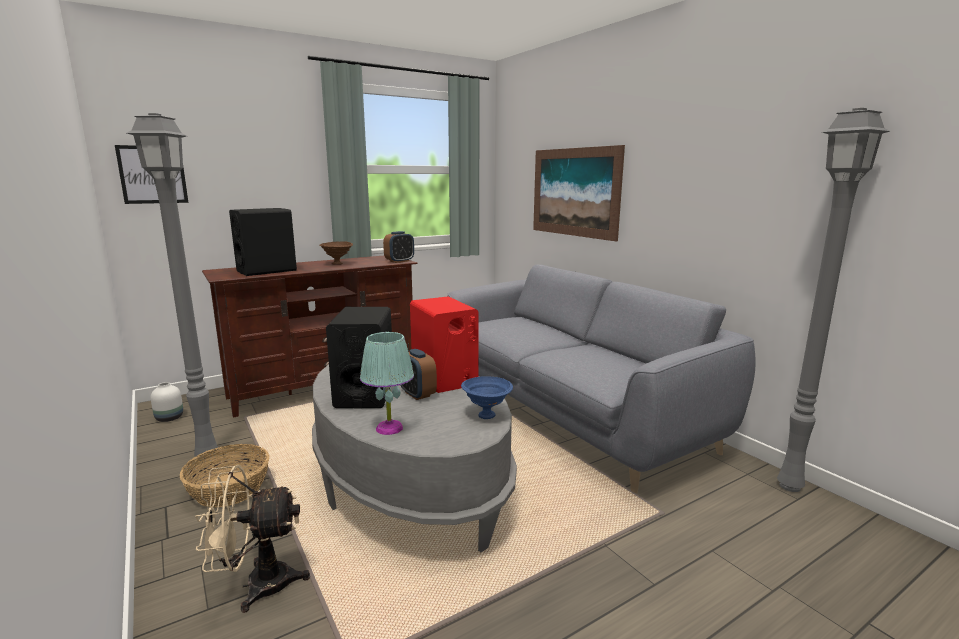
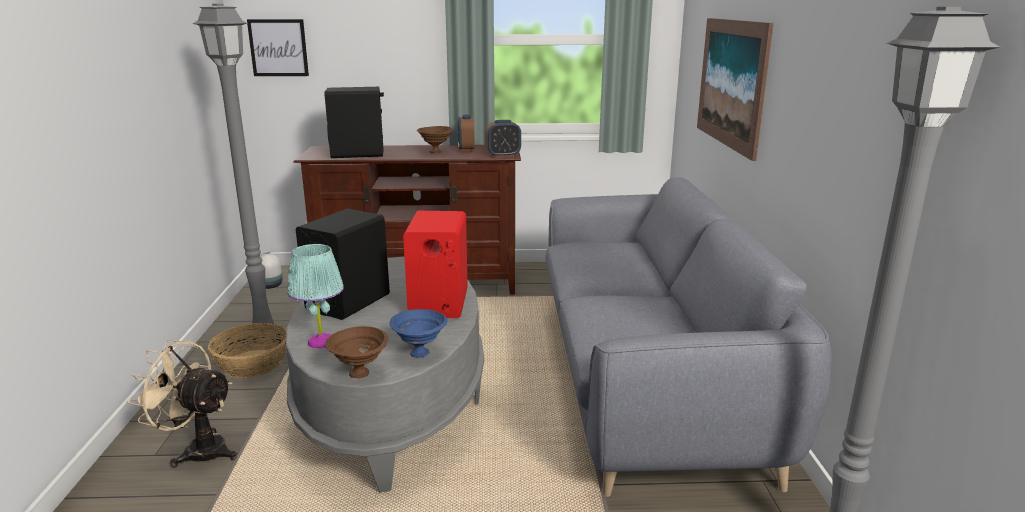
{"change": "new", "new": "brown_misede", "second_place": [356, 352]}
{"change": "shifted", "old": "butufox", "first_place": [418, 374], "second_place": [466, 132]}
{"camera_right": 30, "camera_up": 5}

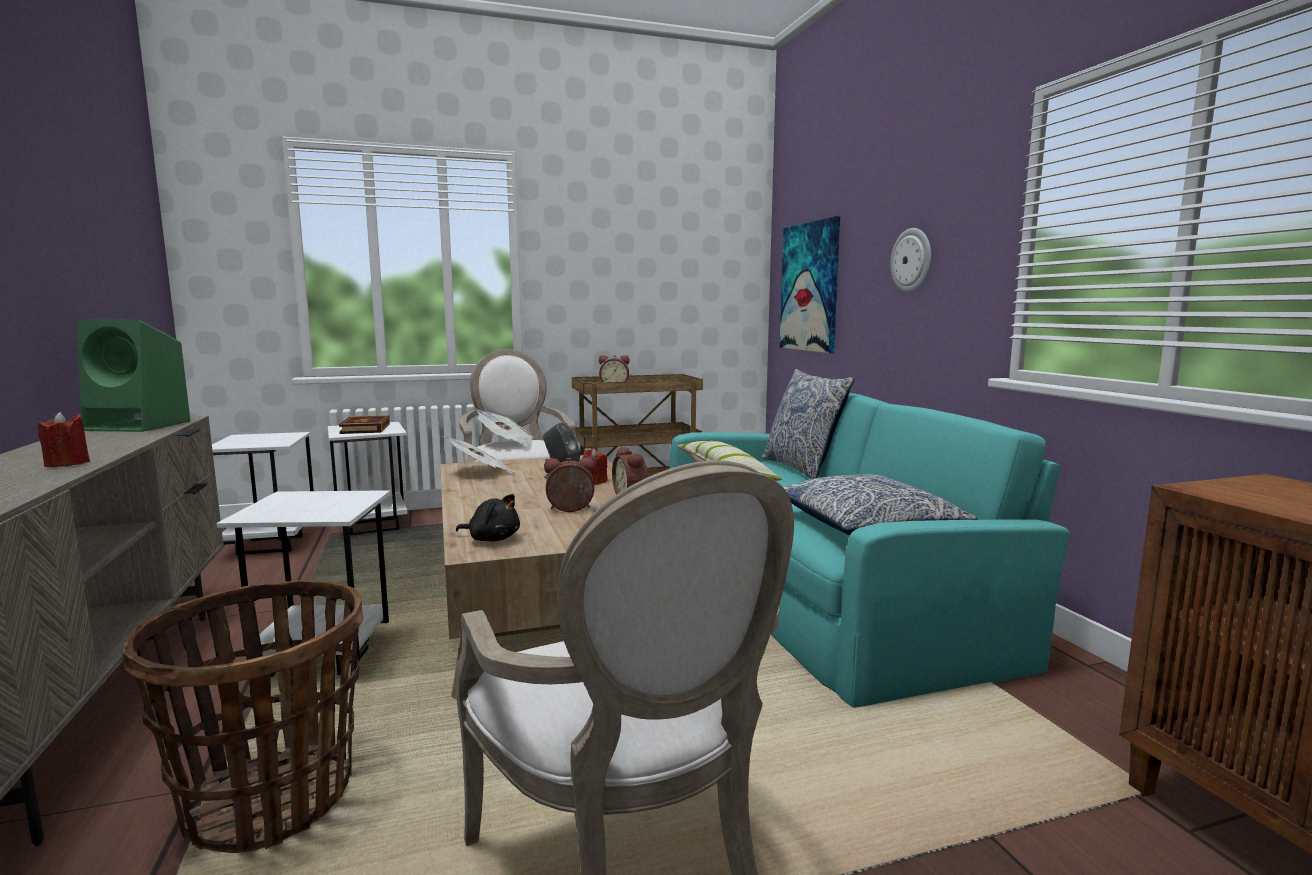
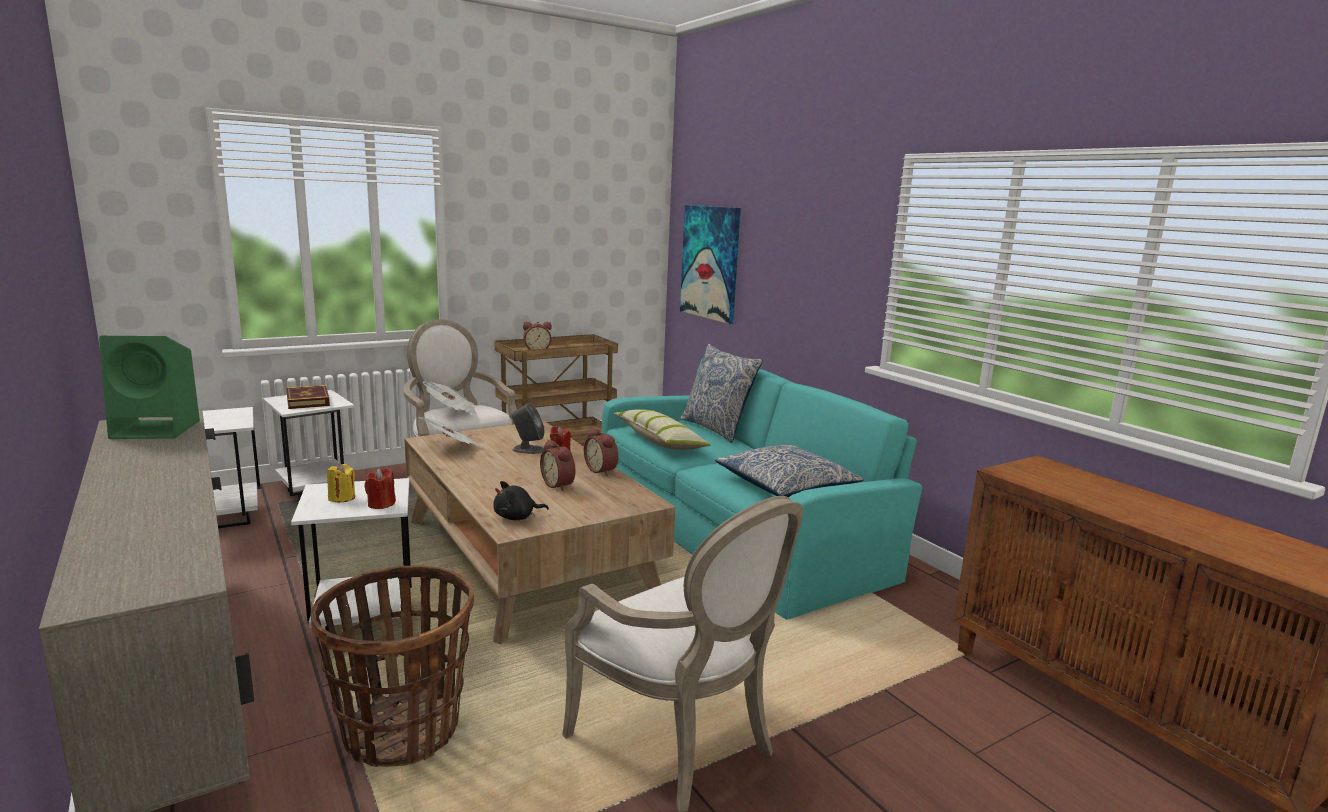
{"change": "new", "new": "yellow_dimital", "second_place": [341, 482]}
{"change": "shifted", "old": "red_dimital", "first_place": [64, 439], "second_place": [380, 488]}
{"change": "rotated", "old": "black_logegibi", "first_place": [488, 518], "second_place": [521, 500], "degrees": 150}
{"change": "rotated", "old": "butufox", "first_place": [569, 484], "second_place": [558, 465], "degrees": -105}
{"change": "gone", "old": "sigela", "first_place": [911, 260]}
{"camera_right": -15, "camera_up": 5}

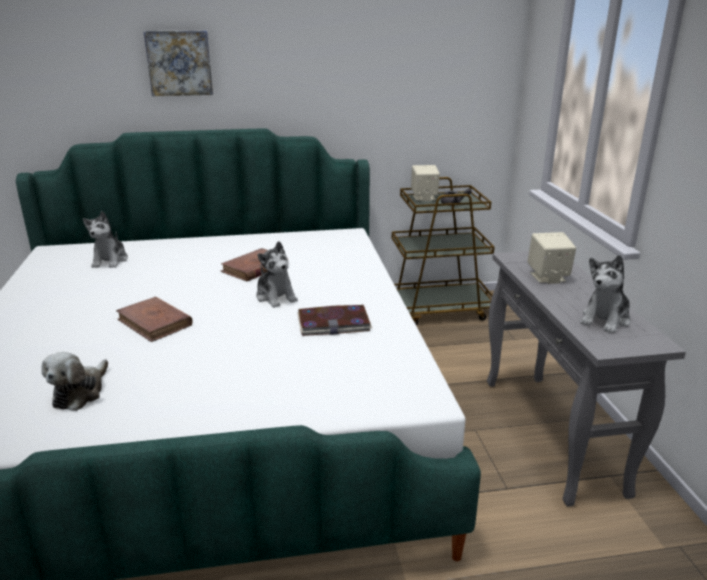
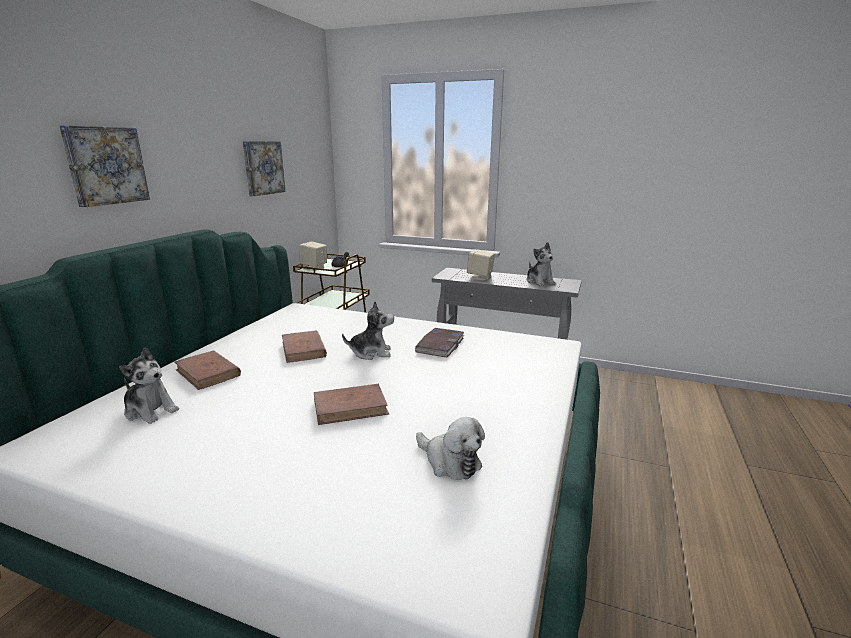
{"change": "new", "new": "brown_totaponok", "second_place": [208, 370]}
{"change": "new", "new": "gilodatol", "second_place": [264, 168]}
{"camera_right": -60, "camera_up": -5}

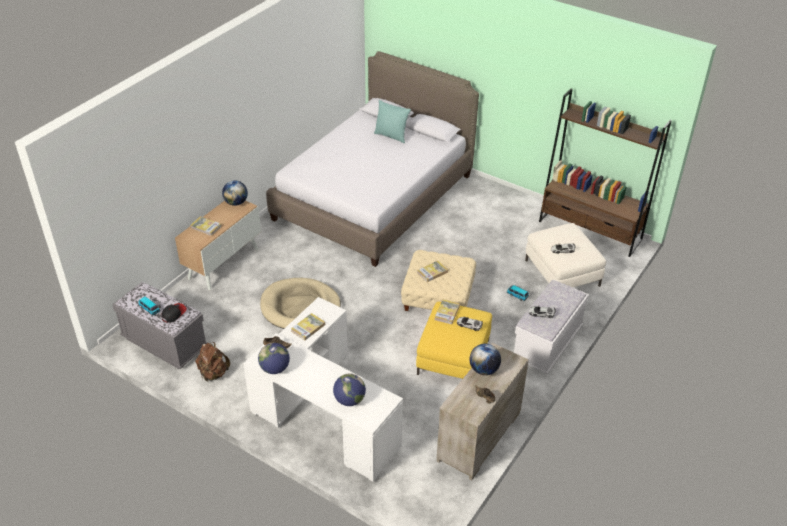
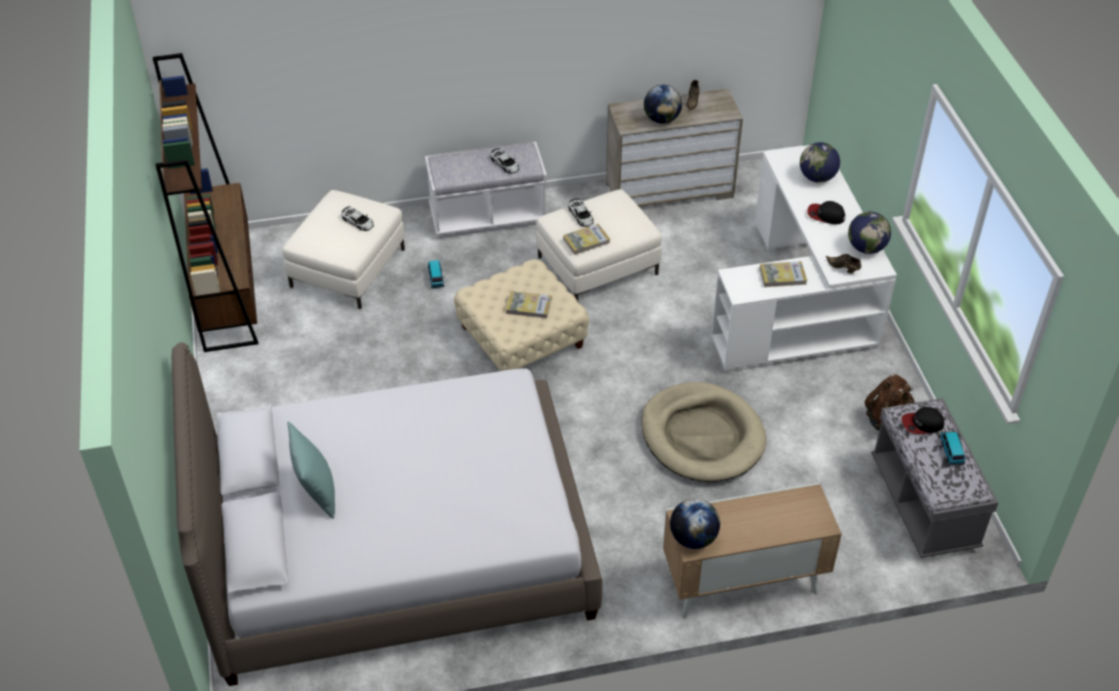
{"change": "repainted", "old": "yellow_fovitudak", "new": "white_fovitudak", "first_place": [454, 340], "second_place": [599, 245]}
{"change": "new", "new": "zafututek", "second_place": [826, 212]}
{"change": "gone", "old": "totaponok", "first_place": [206, 226]}
{"camera_right": -135, "camera_up": 5}

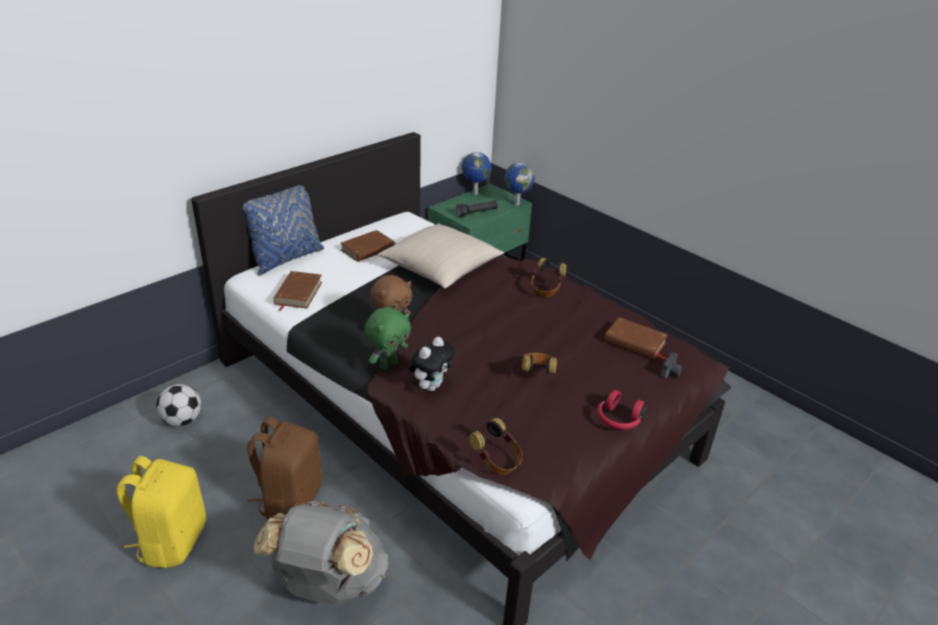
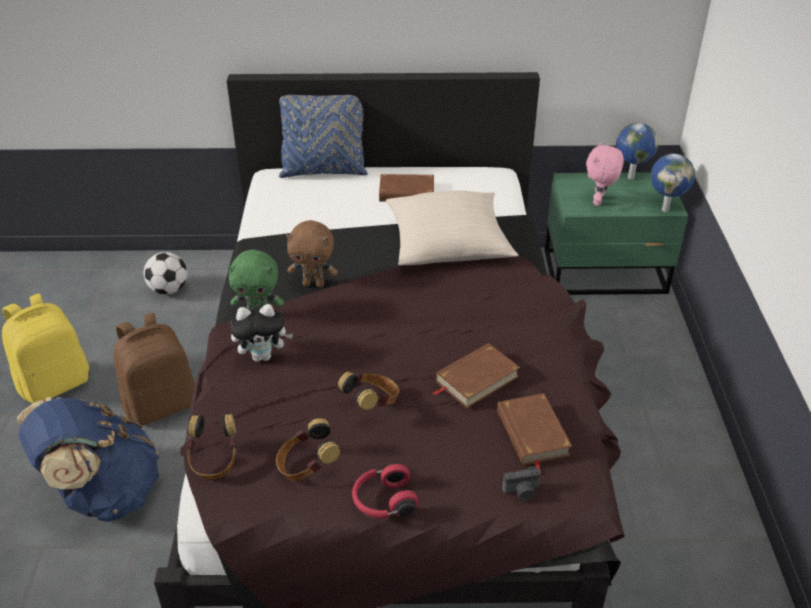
{"change": "repainted", "old": "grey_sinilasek", "new": "blue_sinilasek", "first_place": [321, 553], "second_place": [88, 459]}
{"change": "shifted", "old": "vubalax", "first_place": [548, 277], "second_place": [308, 449]}
{"change": "shifted", "old": "brown_totaponok", "first_place": [298, 291], "second_place": [476, 375]}
{"change": "swapped", "old": "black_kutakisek", "new": "pink_logegibi", "first_place": [477, 209], "second_place": [605, 174]}
{"camera_right": 45, "camera_up": 5}

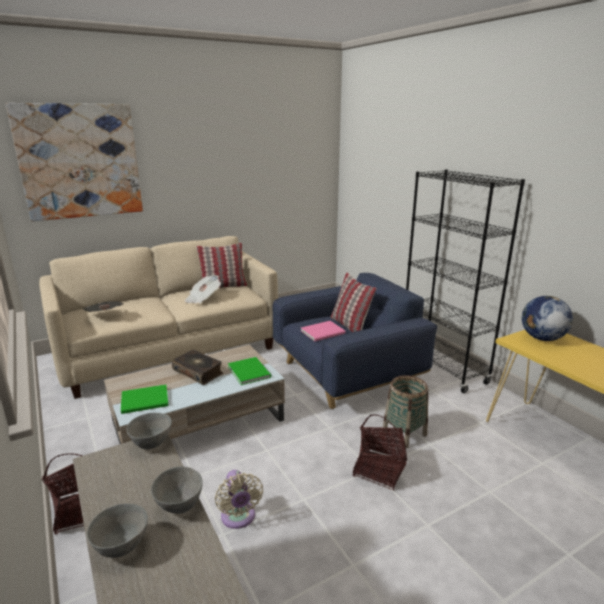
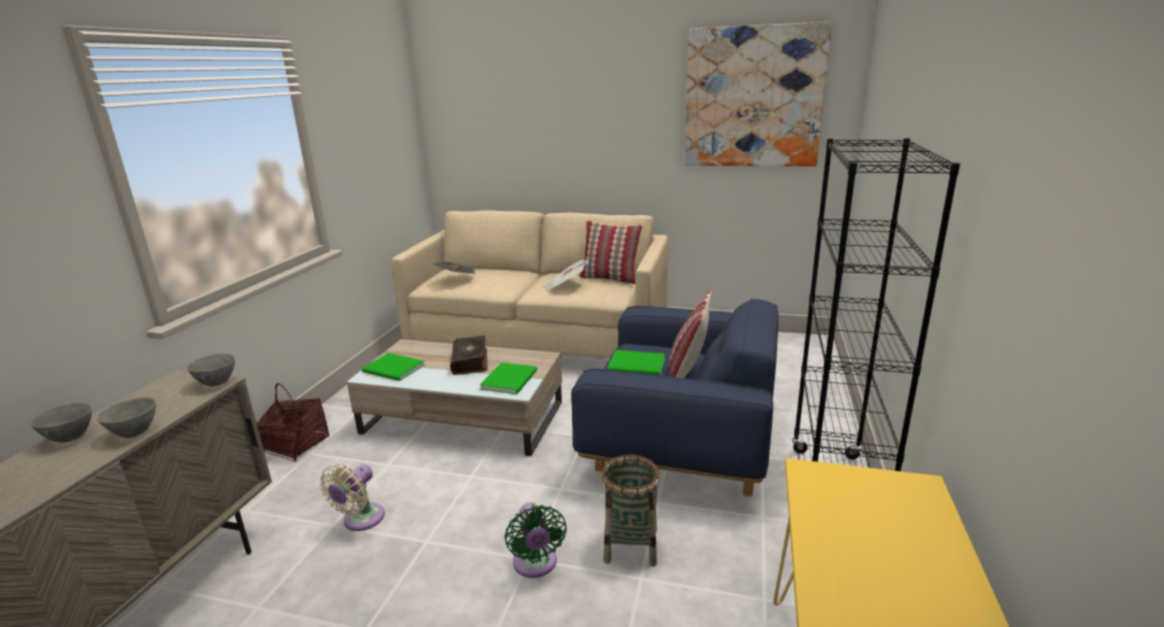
{"change": "swapped", "old": "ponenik", "new": "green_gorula", "first_place": [380, 452], "second_place": [535, 540]}
{"change": "repainted", "old": "pink_totaponok", "new": "green_totaponok", "first_place": [323, 331], "second_place": [636, 362]}
{"change": "shifted", "old": "gilodatol", "first_place": [74, 162], "second_place": [758, 94]}
{"change": "gone", "old": "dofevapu", "first_place": [547, 318]}
{"camera_right": 45, "camera_up": 0}

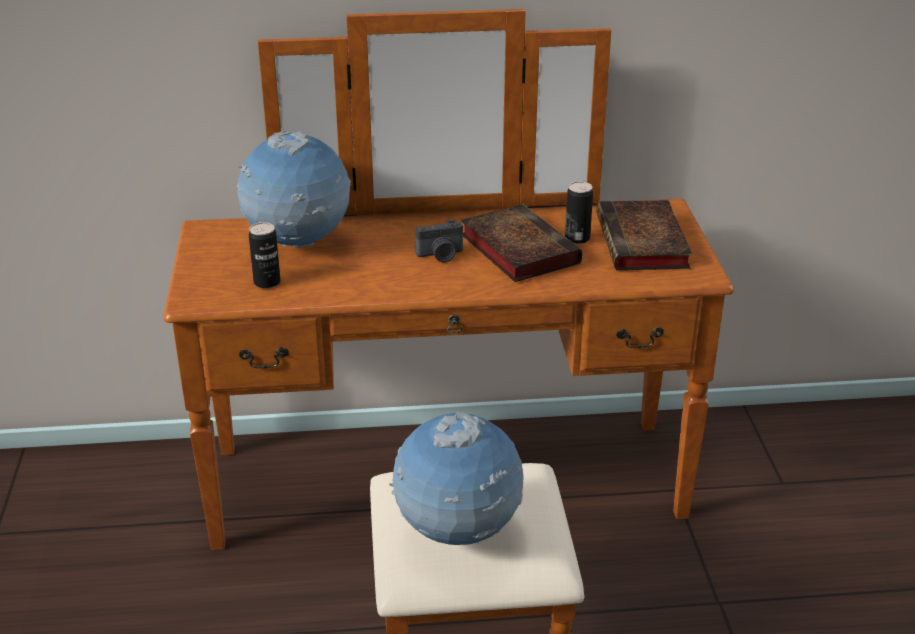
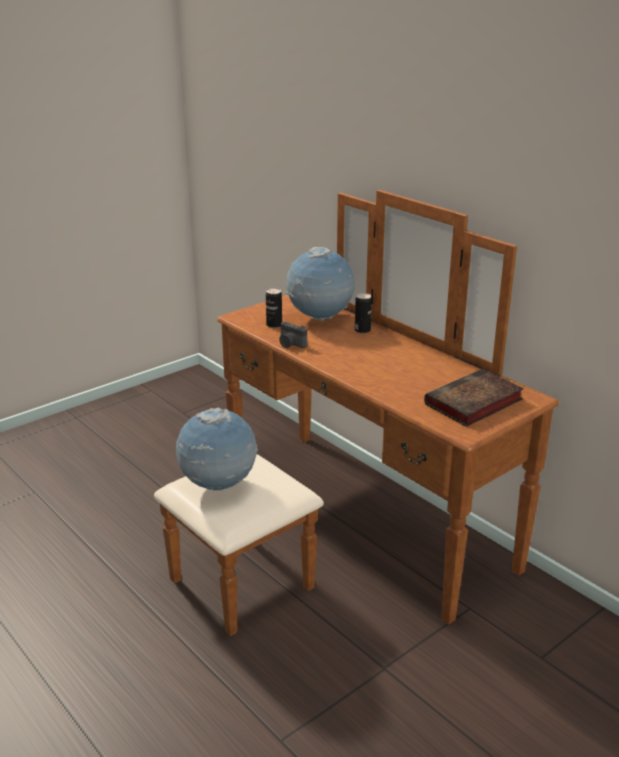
{"change": "shifted", "old": "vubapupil", "first_place": [439, 241], "second_place": [293, 335]}
{"change": "shifted", "old": "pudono", "first_place": [579, 212], "second_place": [363, 313]}
{"change": "gone", "old": "totaponok", "first_place": [521, 243]}
{"camera_right": 55, "camera_up": -5}

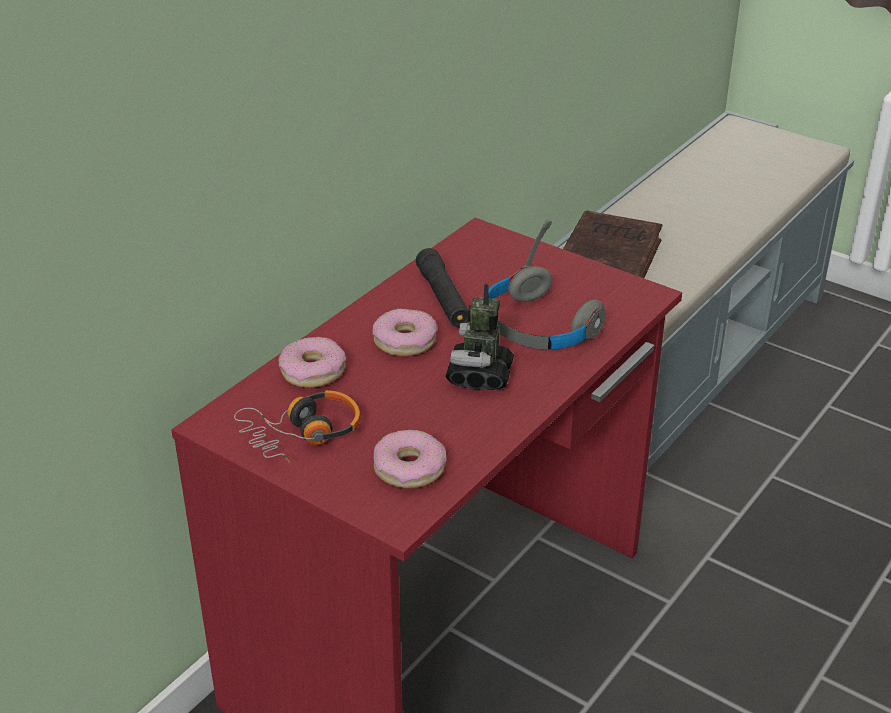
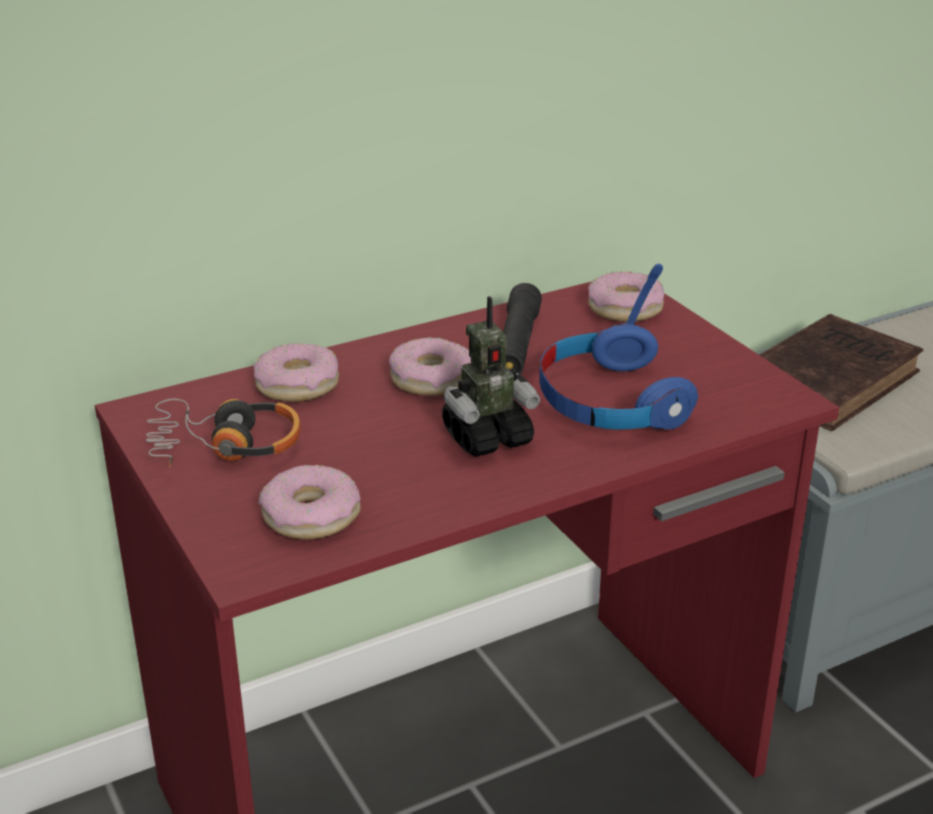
{"change": "rotated", "old": "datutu", "first_place": [480, 336], "second_place": [491, 376], "degrees": -150}
{"change": "repainted", "old": "grey_vubalax", "new": "blue_vubalax", "first_place": [547, 284], "second_place": [618, 347]}
{"change": "new", "new": "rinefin", "second_place": [626, 296]}
{"camera_right": 25, "camera_up": -5}

